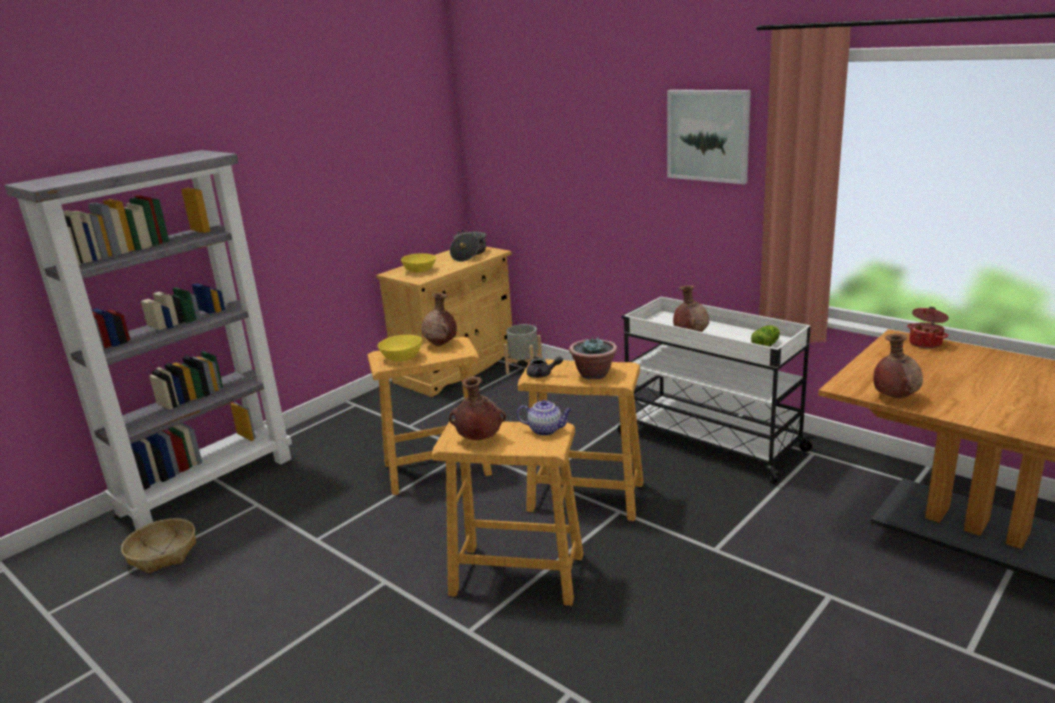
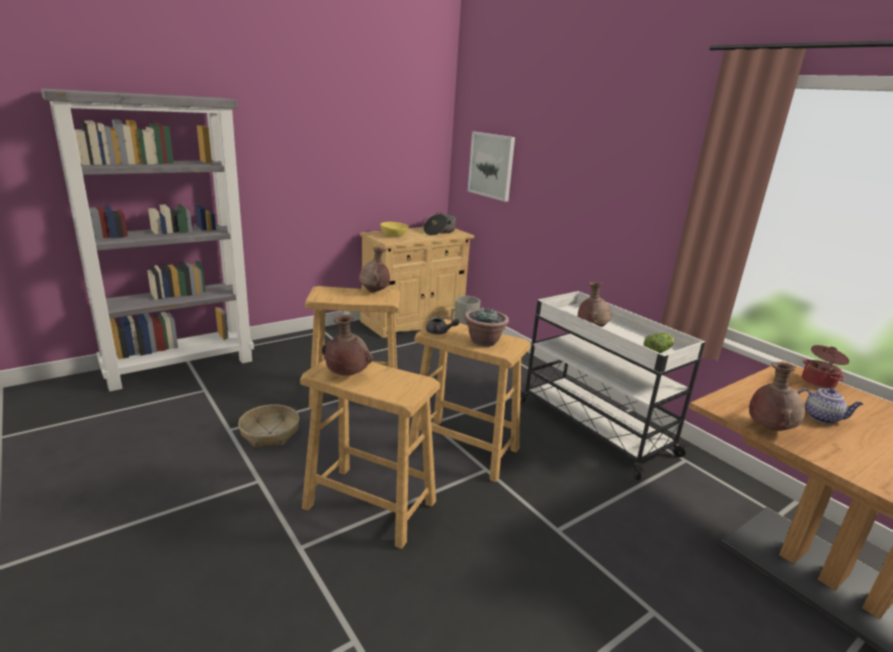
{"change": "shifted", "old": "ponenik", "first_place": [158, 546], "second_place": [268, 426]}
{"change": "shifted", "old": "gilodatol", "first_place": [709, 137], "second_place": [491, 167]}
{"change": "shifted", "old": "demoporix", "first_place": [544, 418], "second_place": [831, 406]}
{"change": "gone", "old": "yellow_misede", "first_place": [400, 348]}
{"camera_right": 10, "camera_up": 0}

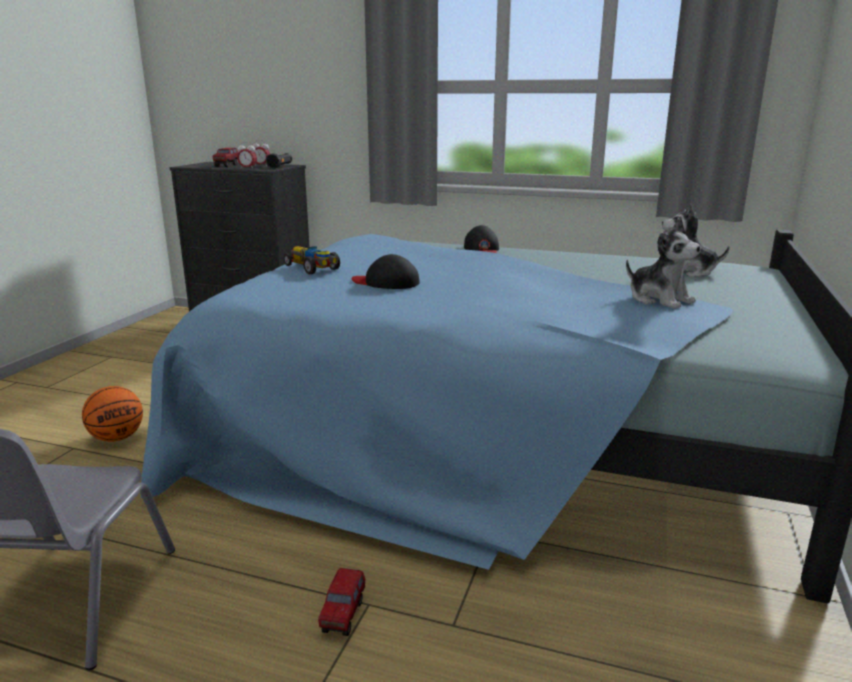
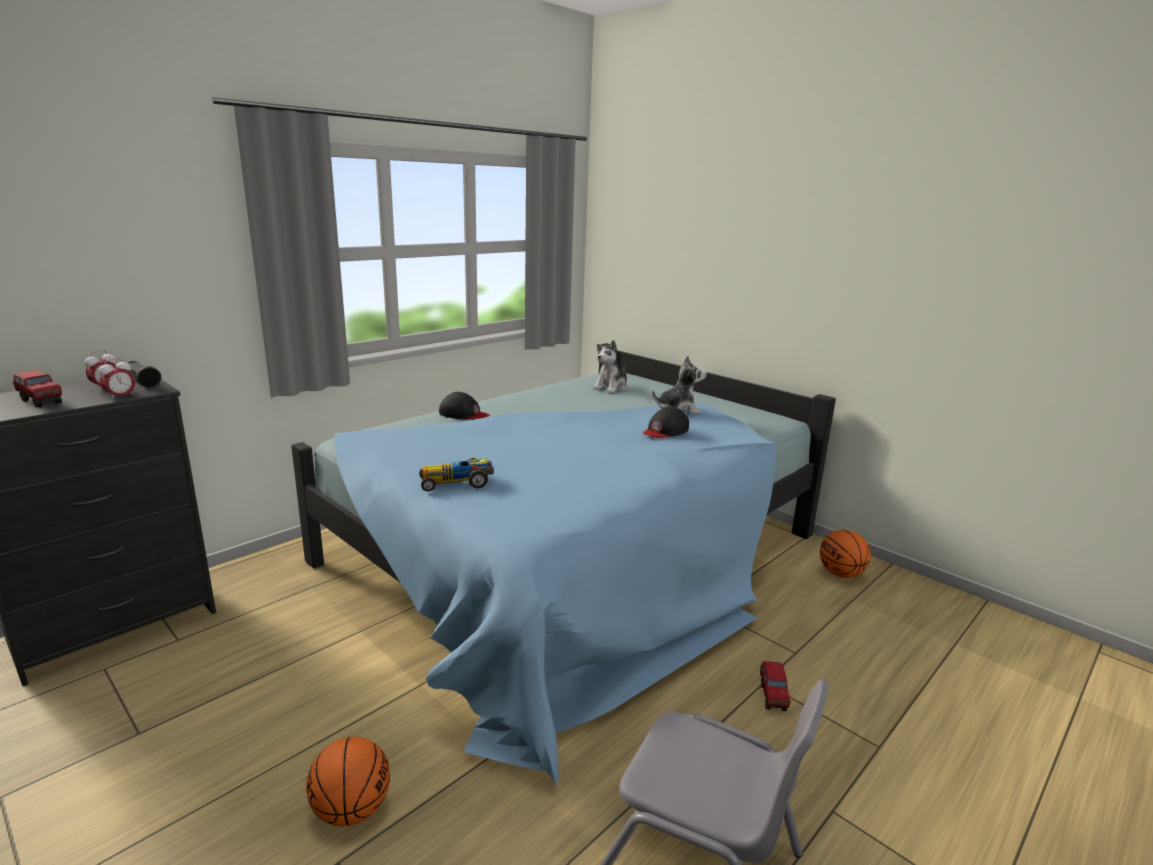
{"change": "shifted", "old": "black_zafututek", "first_place": [386, 271], "second_place": [666, 422]}
{"change": "rotated", "old": "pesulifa", "first_place": [341, 602], "second_place": [775, 686], "degrees": 60}
{"change": "new", "new": "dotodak", "second_place": [845, 554]}
{"camera_right": -65, "camera_up": 0}

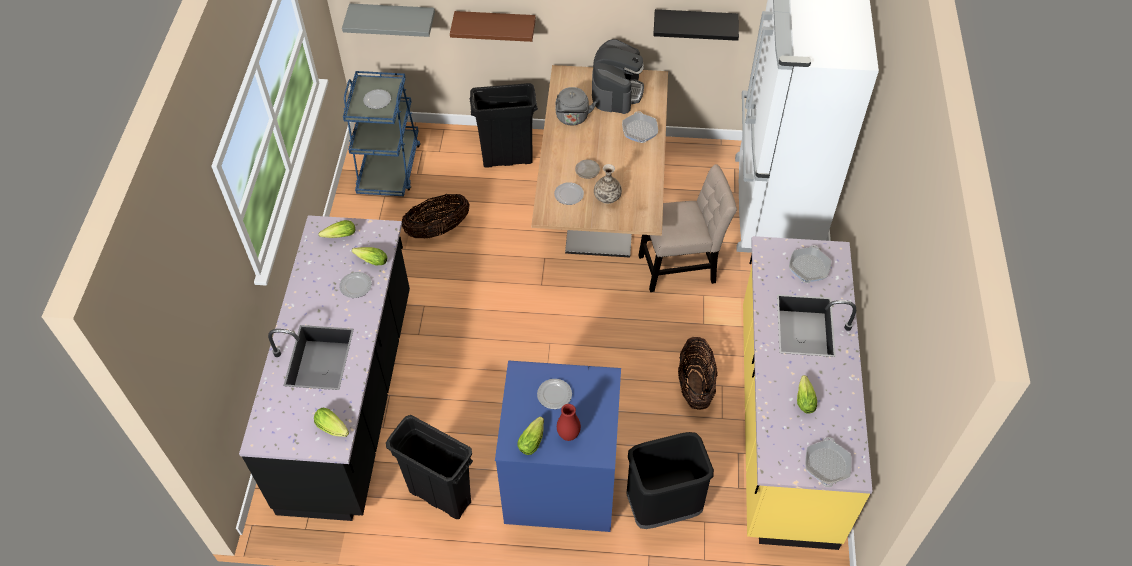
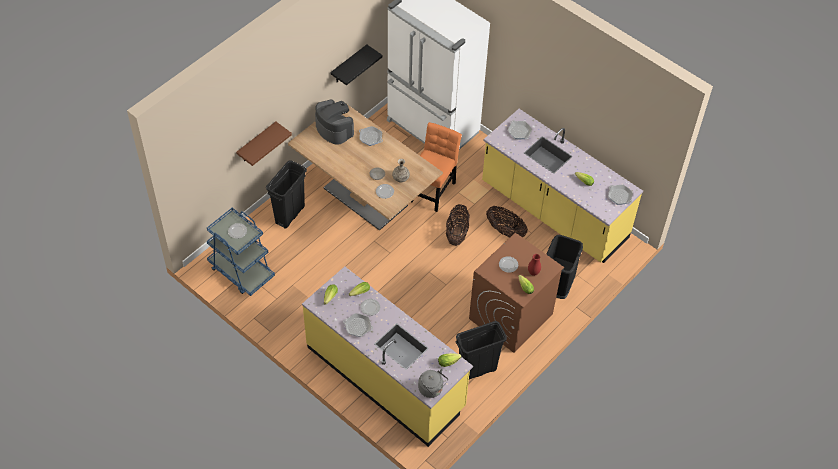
{"change": "repainted", "old": "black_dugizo", "new": "yellow_dugizo", "first_place": [324, 368], "second_place": [387, 356]}
{"change": "new", "new": "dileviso", "second_place": [358, 325]}
{"change": "repainted", "old": "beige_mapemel", "new": "orange_mapemel", "first_place": [687, 228], "second_place": [436, 167]}
{"change": "shifted", "old": "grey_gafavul", "first_place": [575, 106], "second_place": [433, 383]}
{"change": "shifted", "old": "ponenik", "first_place": [436, 216], "second_place": [458, 225]}
{"change": "repainted", "old": "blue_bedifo", "new": "brown_bedifo", "first_place": [558, 446], "second_place": [516, 293]}
{"change": "gone", "old": "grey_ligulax", "first_place": [388, 20]}
{"camera_right": -55, "camera_up": 0}

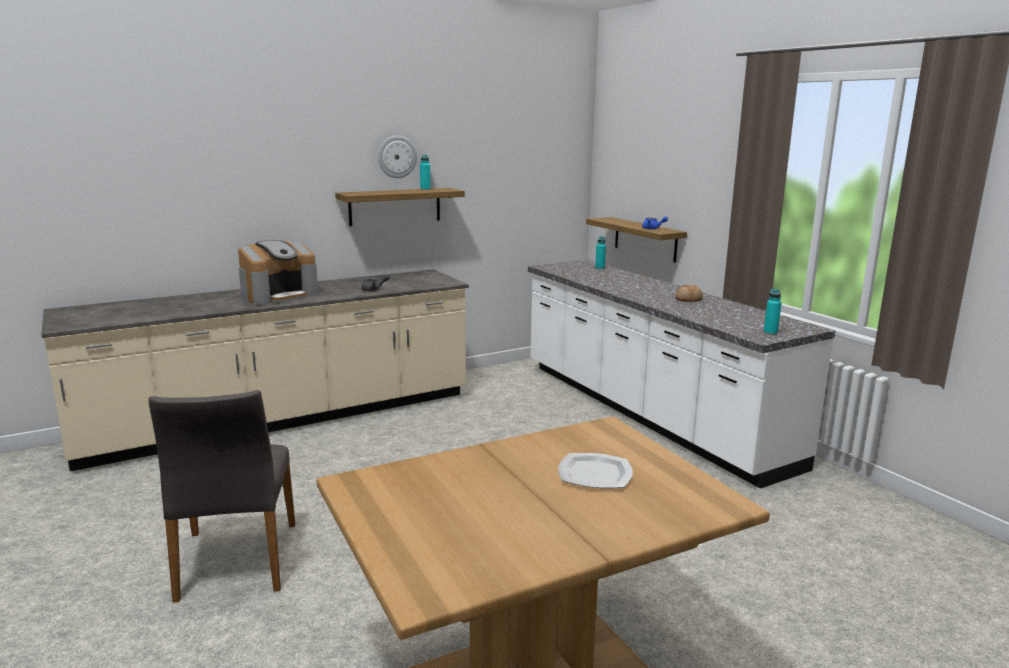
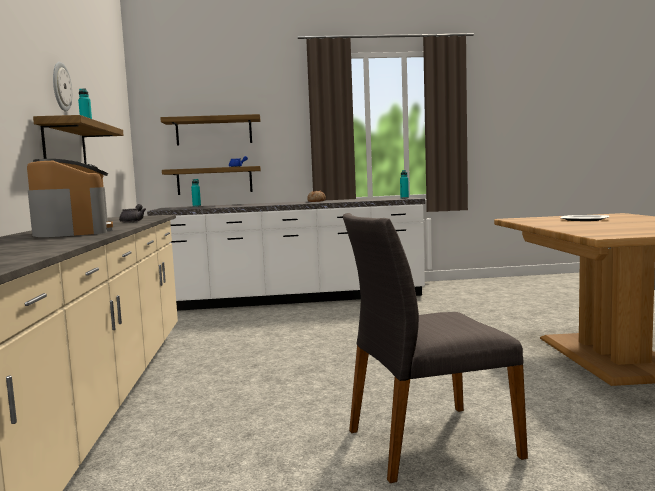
{"change": "new", "new": "ligulax", "second_place": [210, 130]}
{"change": "rotated", "old": "grey_mapemel", "first_place": [221, 496], "second_place": [435, 348], "degrees": 150}
{"camera_right": -65, "camera_up": -10}

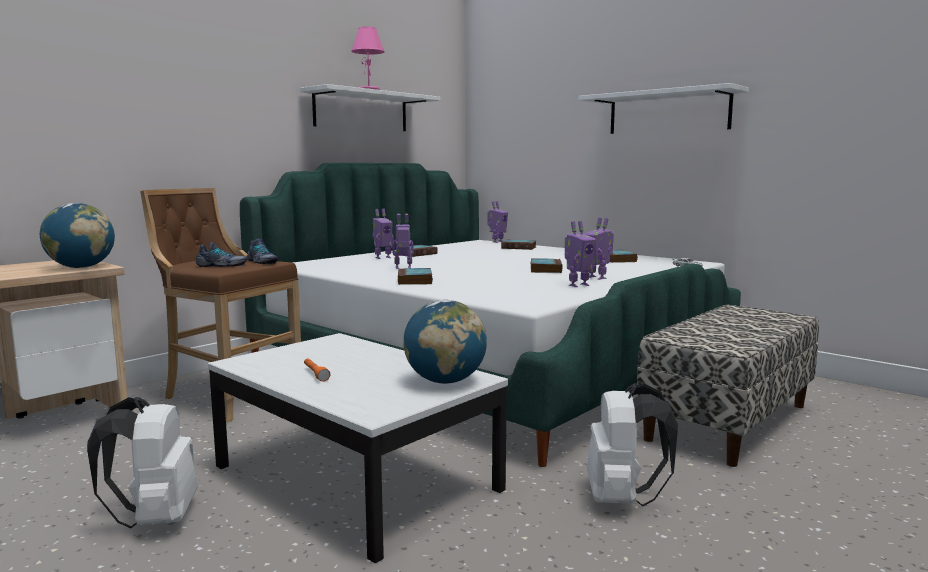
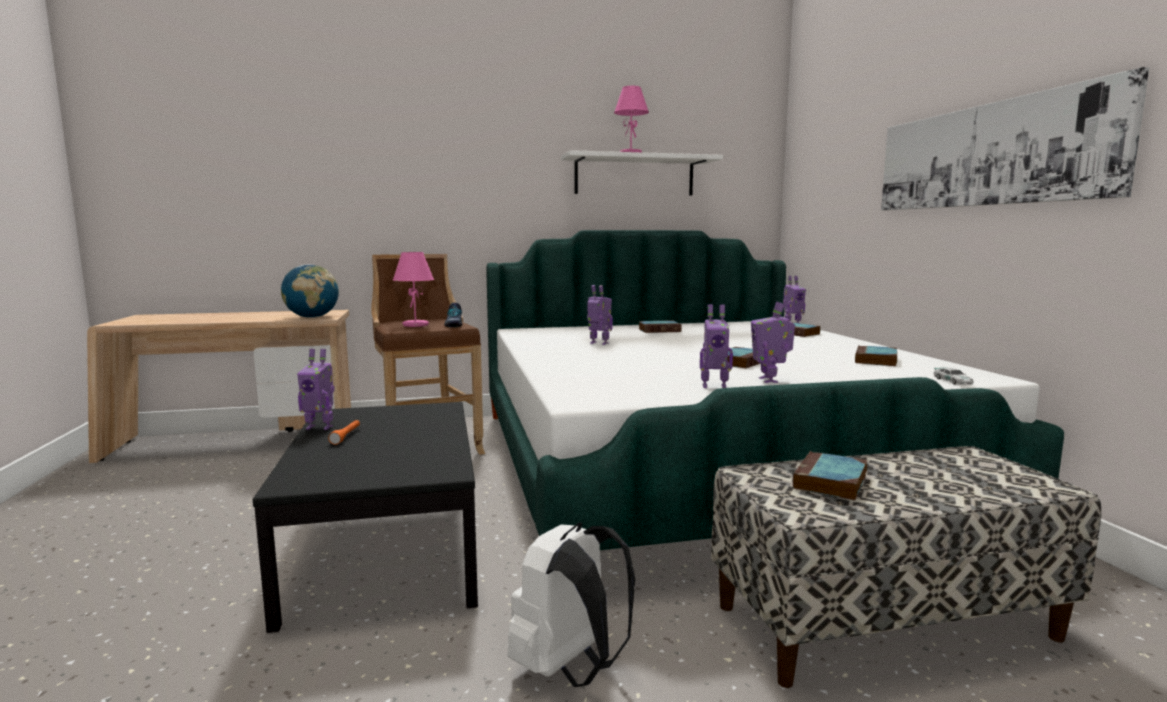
{"change": "repainted", "old": "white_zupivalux", "new": "black_zupivalux", "first_place": [358, 448], "second_place": [365, 517]}
{"change": "shifted", "old": "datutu", "first_place": [383, 234], "second_place": [316, 389]}
{"change": "swapped", "old": "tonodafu", "new": "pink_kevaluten", "first_place": [222, 254], "second_place": [413, 289]}
{"change": "shifted", "old": "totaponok", "first_place": [415, 276], "second_place": [830, 476]}
{"change": "swapped", "old": "white_ligulax", "new": "gilodatol", "first_place": [663, 108], "second_place": [1015, 139]}
{"change": "gone", "old": "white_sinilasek", "first_place": [142, 462]}
{"change": "gone", "old": "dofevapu", "first_place": [445, 342]}
{"camera_right": 35, "camera_up": 0}

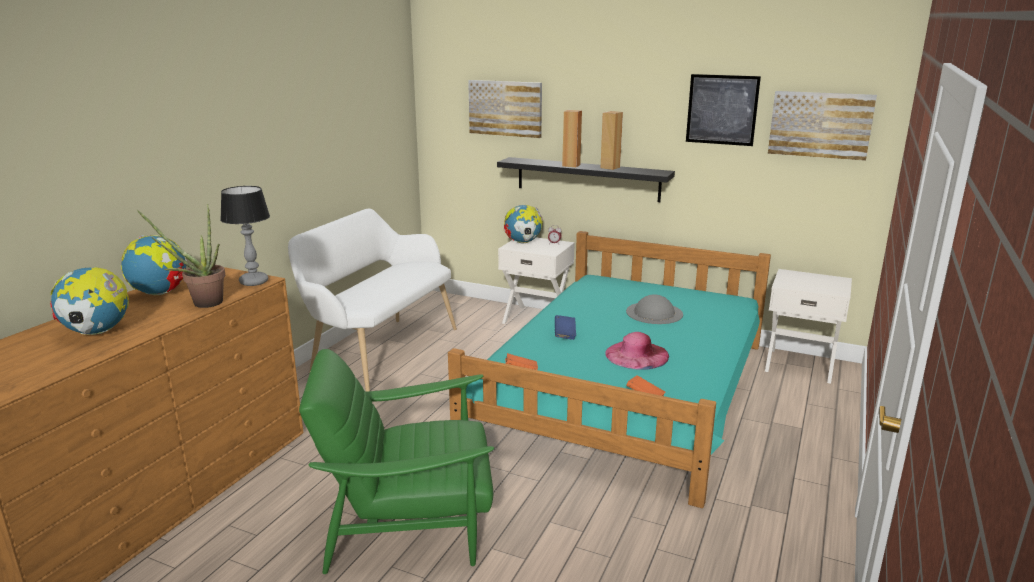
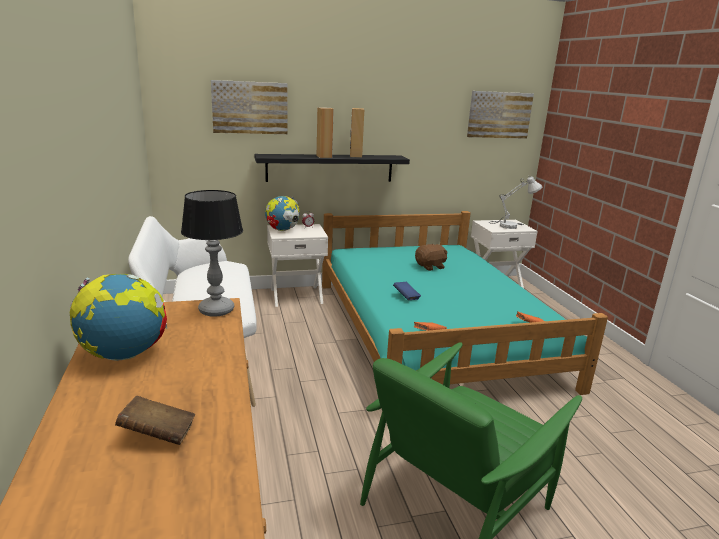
{"change": "swapped", "old": "dofevapu", "new": "brown_totaponok", "first_place": [89, 301], "second_place": [155, 420]}
{"change": "swapped", "old": "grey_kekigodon", "new": "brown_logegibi", "first_place": [654, 309], "second_place": [431, 257]}
{"change": "new", "new": "white_kevaluten", "second_place": [516, 202]}
{"change": "gone", "old": "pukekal", "first_place": [181, 256]}
{"change": "gone", "old": "pink_kekigodon", "first_place": [637, 351]}
{"change": "gone", "old": "gilodatol", "first_place": [723, 110]}
{"camera_right": -40, "camera_up": 0}

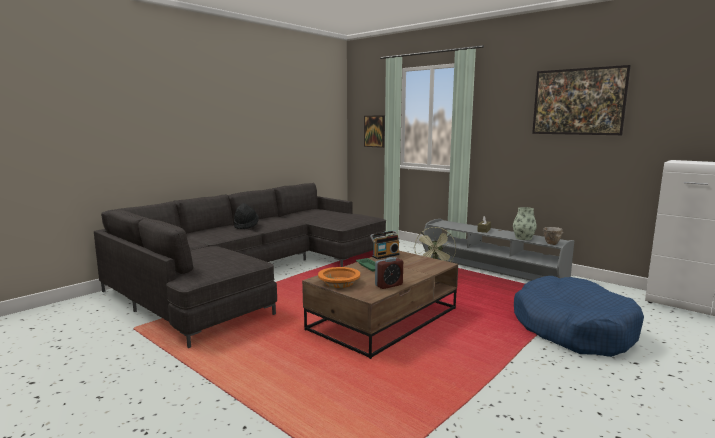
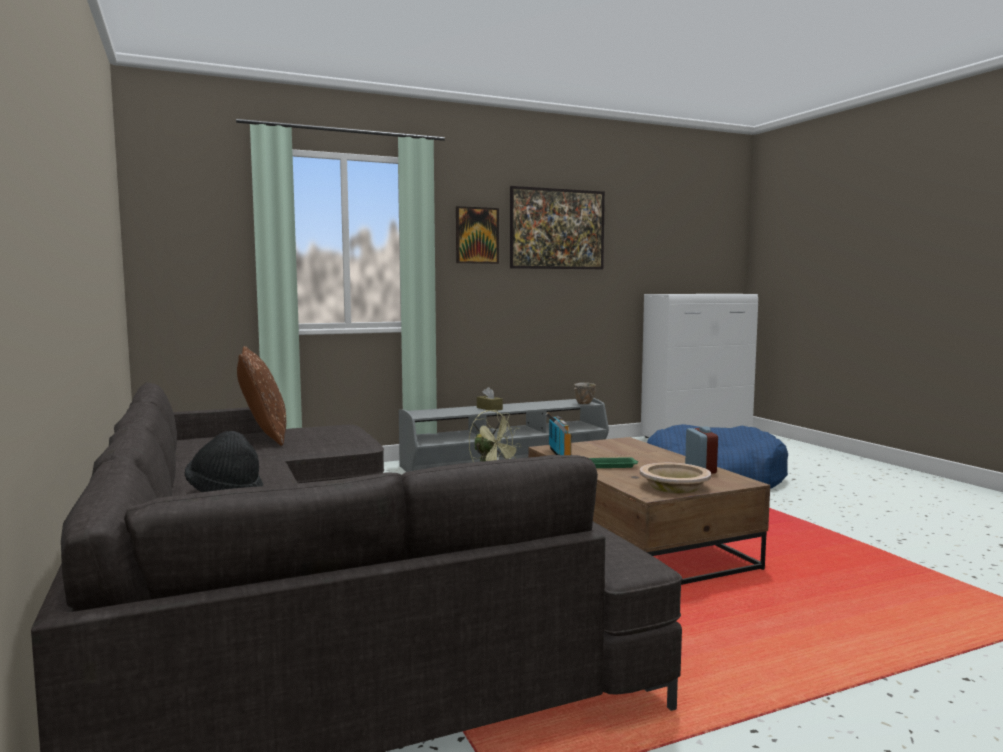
{"change": "new", "new": "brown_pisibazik", "second_place": [261, 396]}
{"change": "shifted", "old": "gilodatol", "first_place": [374, 132], "second_place": [477, 235]}
{"change": "repainted", "old": "orange_misede", "new": "beige_misede", "first_place": [339, 277], "second_place": [675, 478]}
{"change": "gone", "old": "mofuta", "first_place": [525, 223]}
{"camera_right": -65, "camera_up": -5}

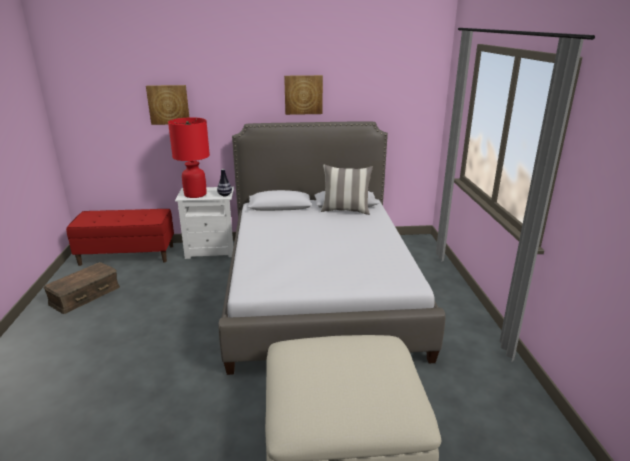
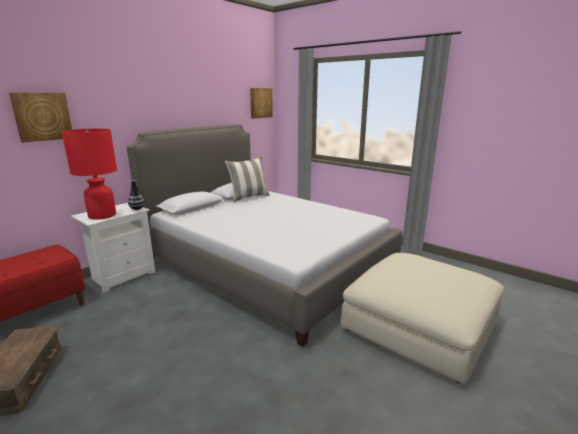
{"change": "shifted", "old": "gilodatol", "first_place": [303, 95], "second_place": [261, 103]}
{"camera_right": -45, "camera_up": -5}

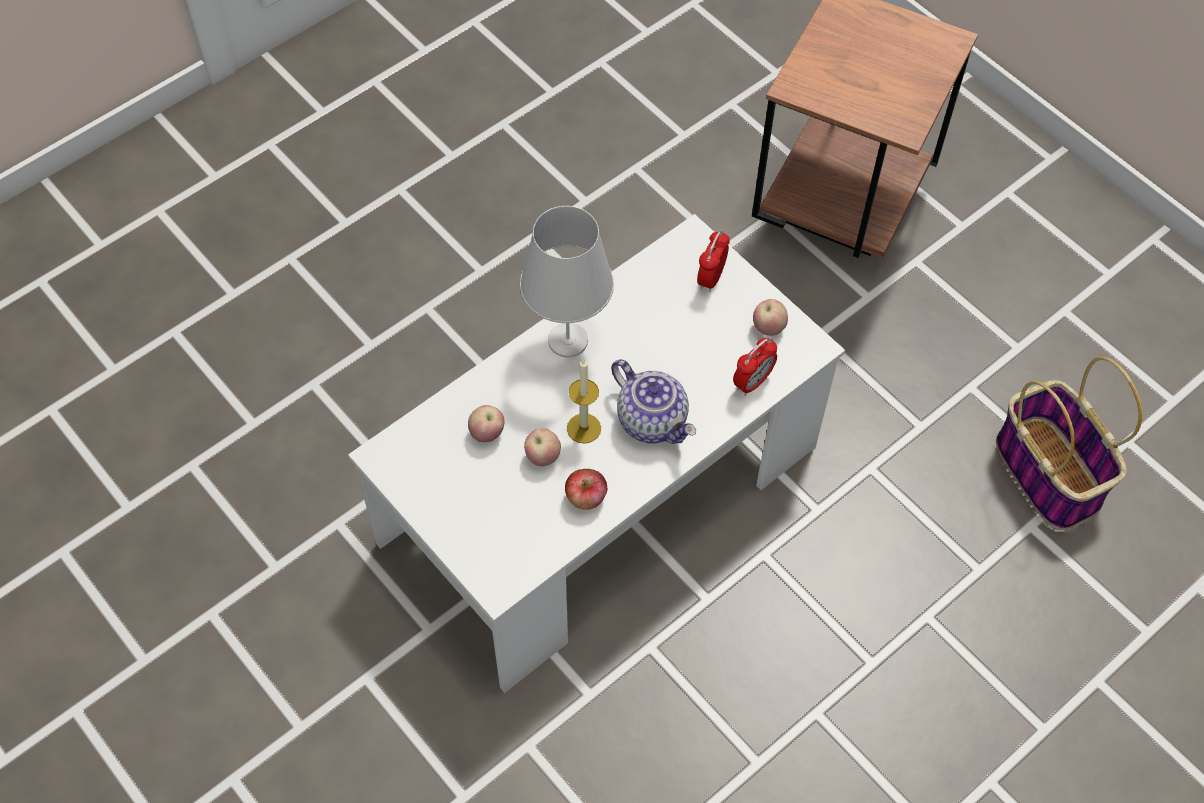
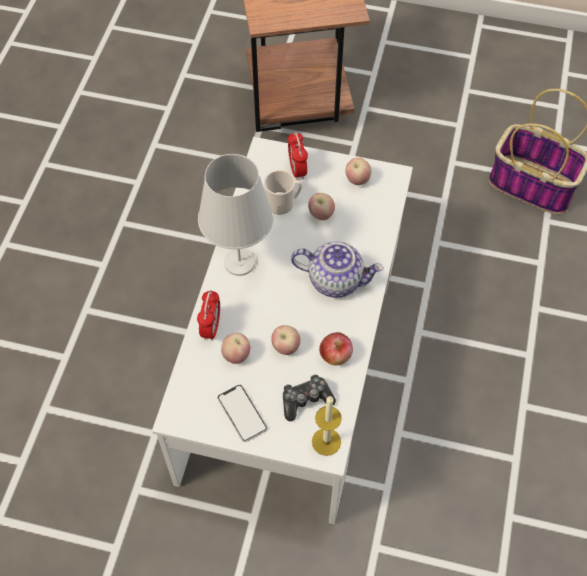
{"change": "shifted", "old": "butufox", "first_place": [755, 367], "second_place": [208, 315]}
{"change": "new", "new": "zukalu", "second_place": [242, 413]}
{"change": "new", "new": "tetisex", "second_place": [283, 192]}
{"change": "new", "new": "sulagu", "second_place": [309, 397]}
{"change": "new", "new": "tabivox", "second_place": [321, 206]}
{"change": "shifted", "old": "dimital", "first_place": [584, 401], "second_place": [327, 426]}
{"camera_right": -35, "camera_up": 0}

